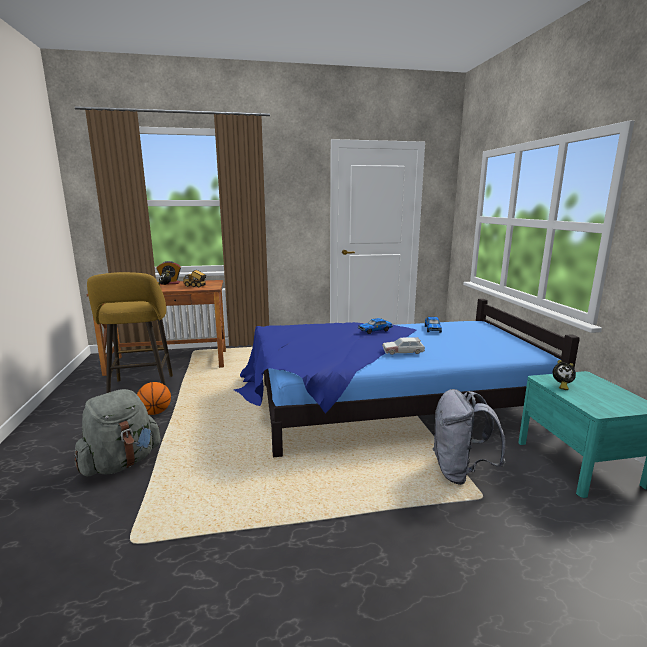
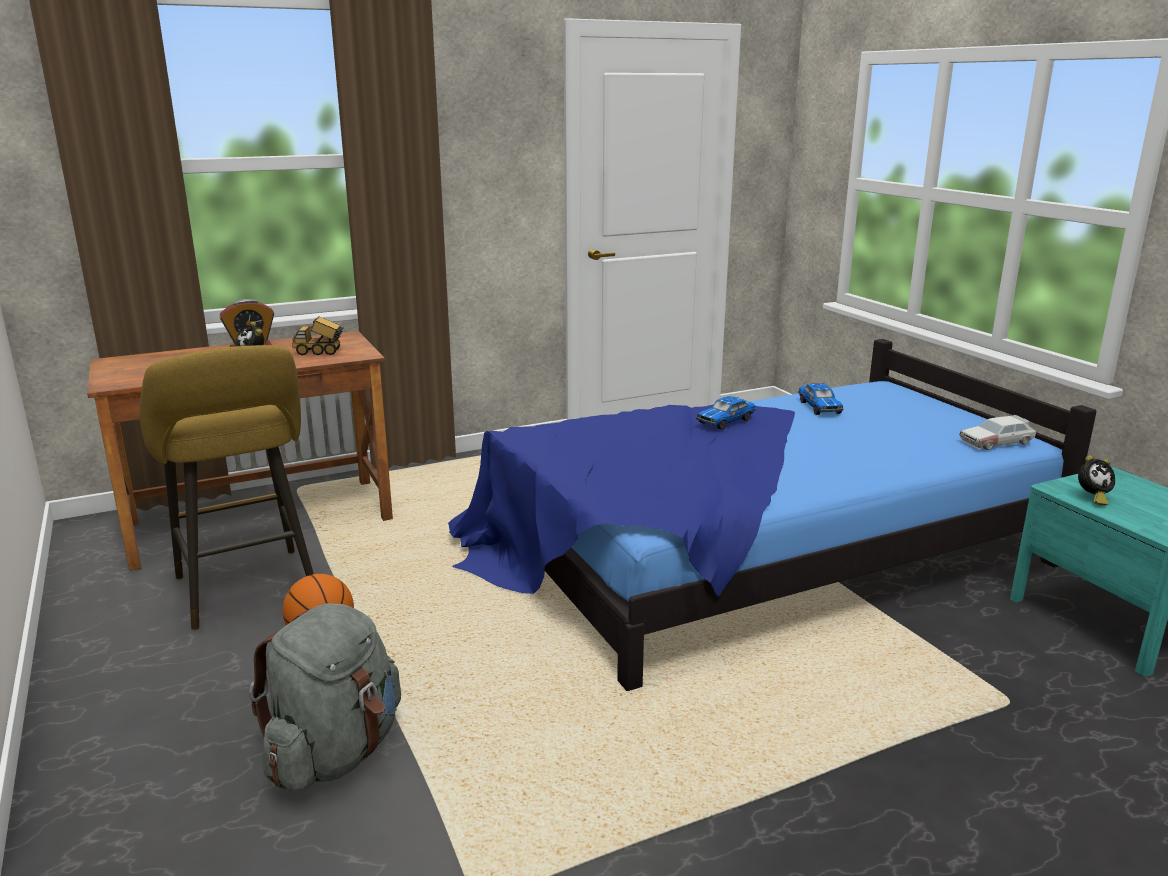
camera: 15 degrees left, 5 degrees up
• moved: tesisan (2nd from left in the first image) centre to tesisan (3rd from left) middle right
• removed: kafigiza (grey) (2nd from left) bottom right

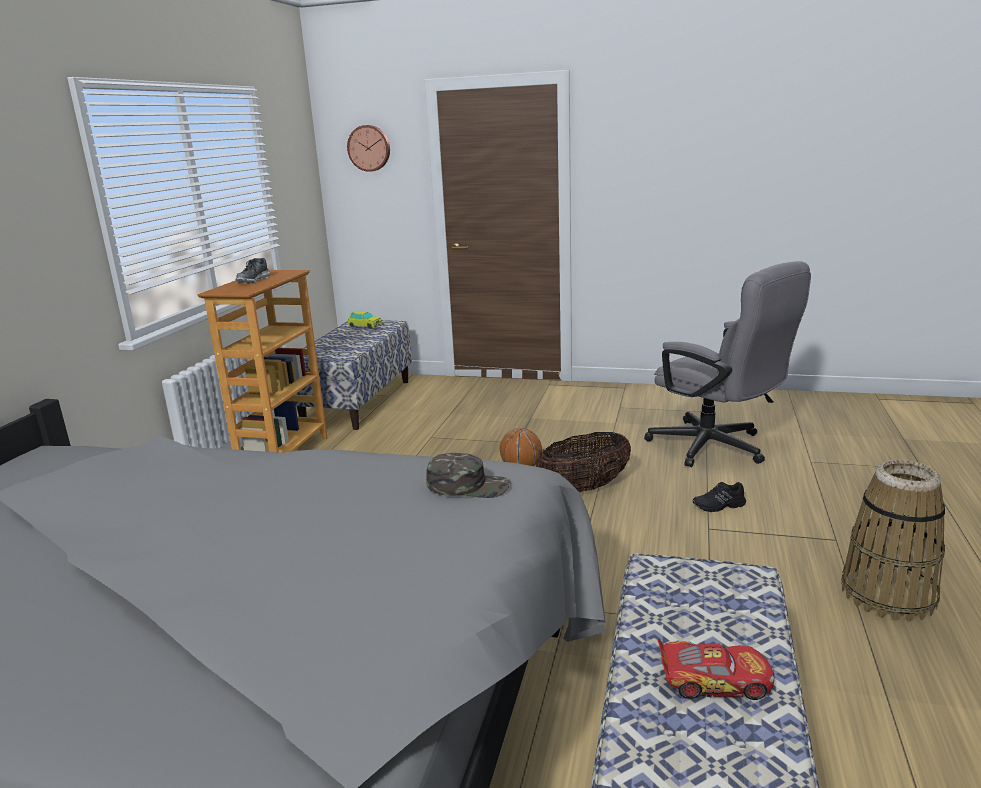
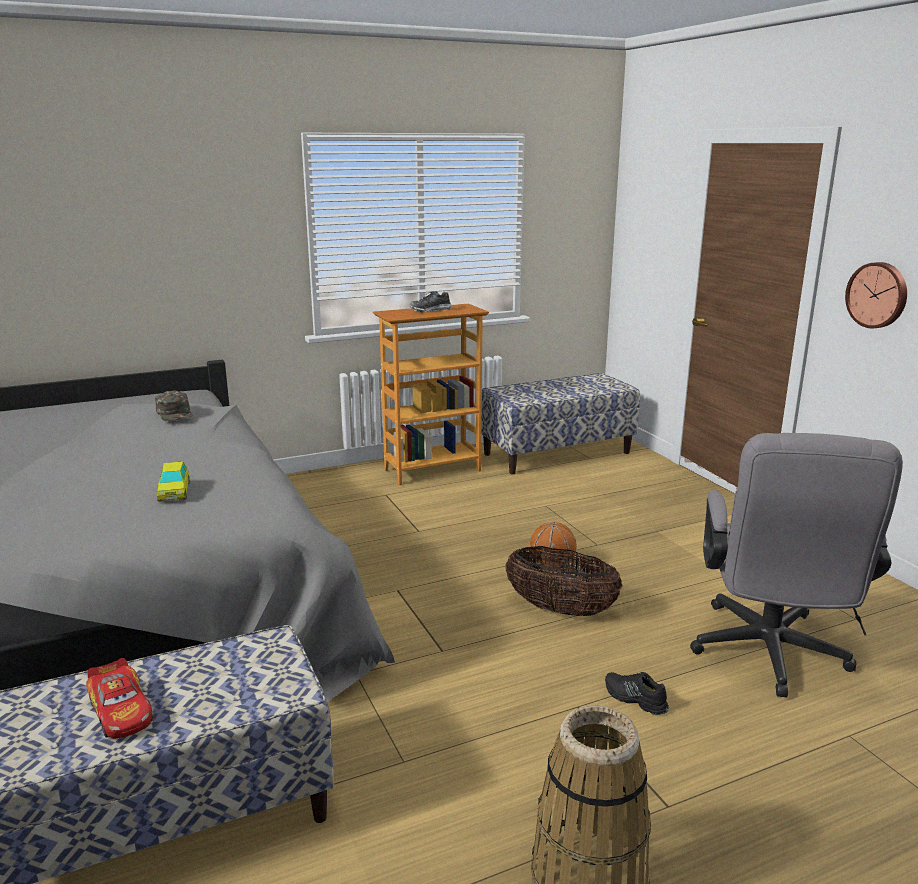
camera: 50 degrees right, 0 degrees up
• moved: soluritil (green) centre to middle left
• moved: tesisan (1st from left in the first image) centre to tesisan (2nd from left) middle left
• moved: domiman top centre to middle right

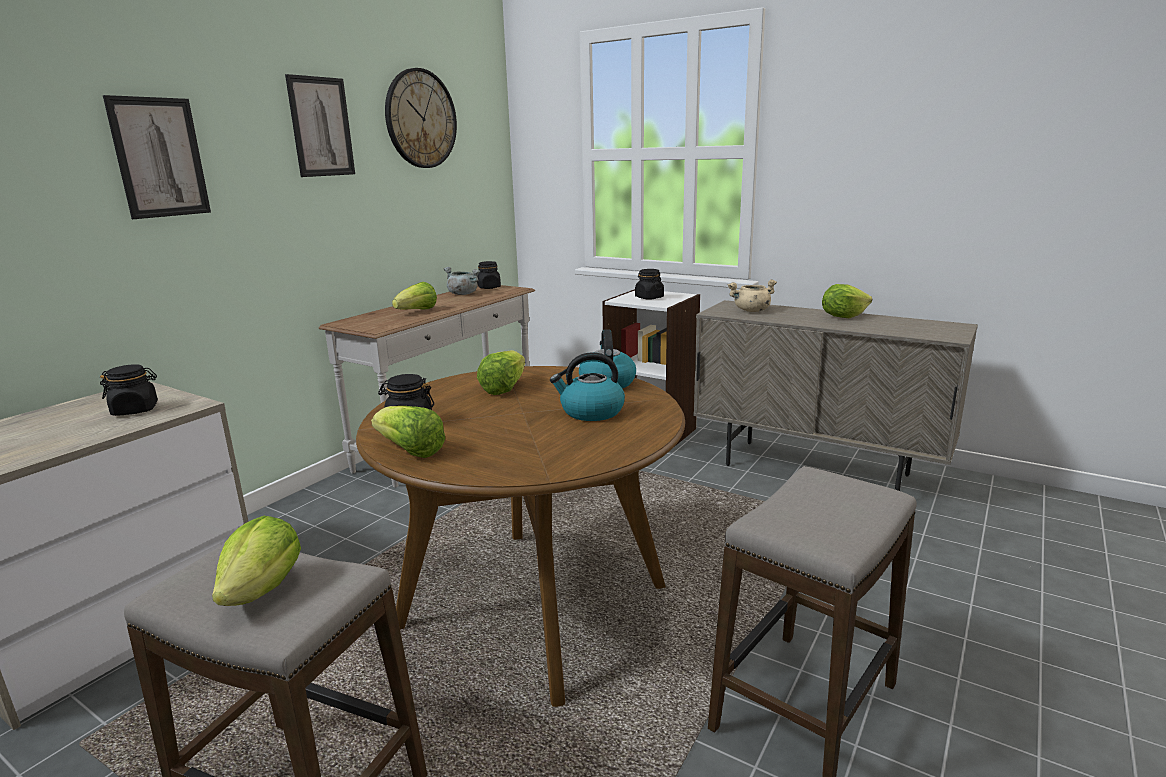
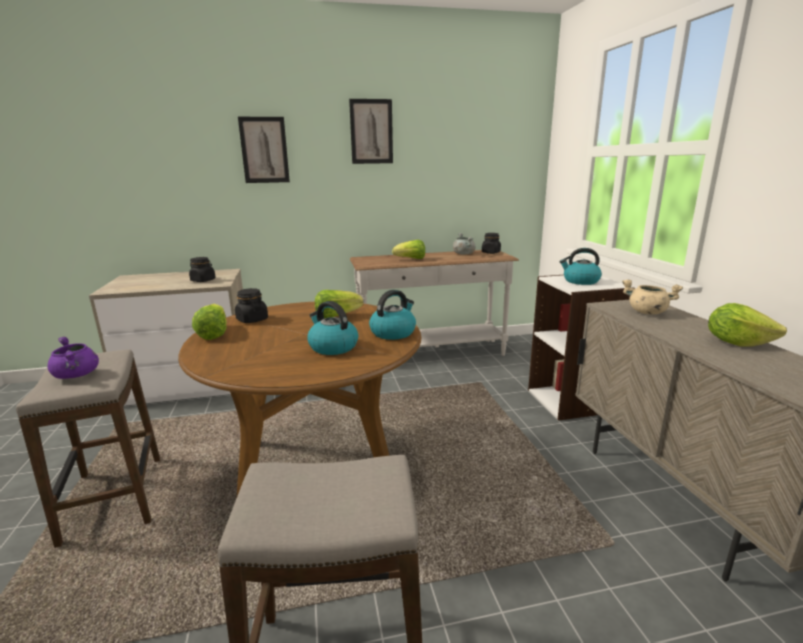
camera: 45 degrees right, 0 degrees up
• replaced: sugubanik (1st from left) bottom left to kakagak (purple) middle left
• replaced: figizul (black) (4th from left) centre to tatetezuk (3rd from left) middle right
• removed: domiman top centre

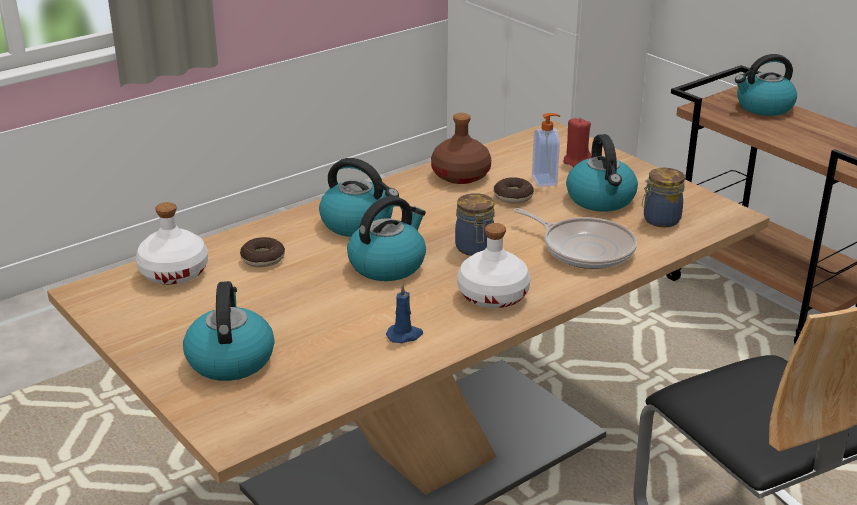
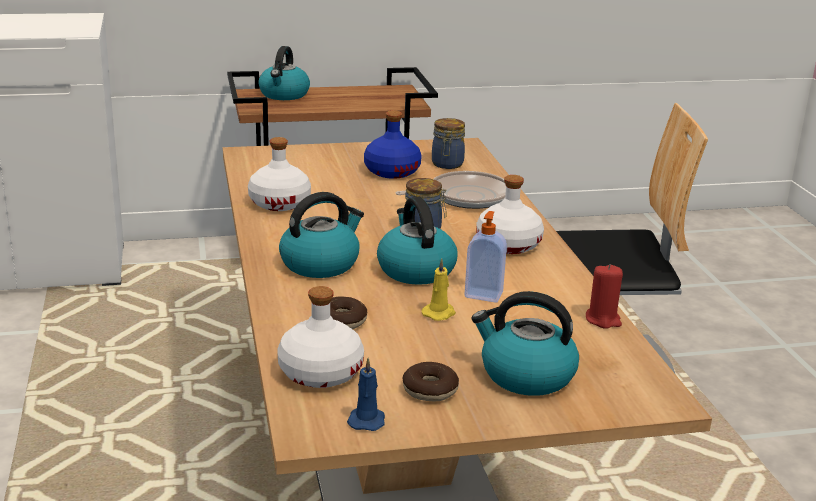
camera: 65 degrees left, 5 degrees down
• recoloured: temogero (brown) top centre to temogero (white) (1st from left) centre
• moved: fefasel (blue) centre to bottom centre
• replaced: tatetezuk (4th from left) middle right to temogero (blue) top centre
• moved: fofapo (2nd from left) centre to bottom centre
• added: fefasel (yellow) centre
• moved: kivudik top centre to centre
• moved: fefasel (red) top right to middle right

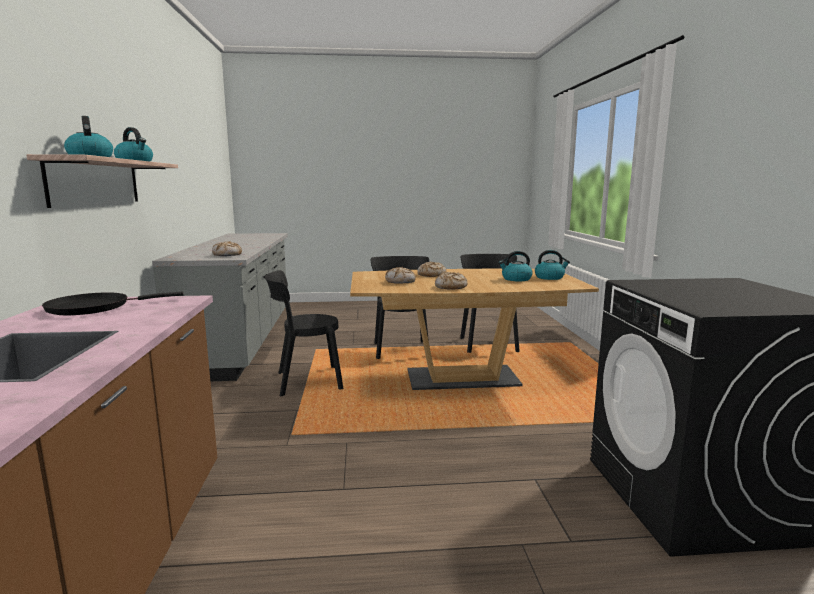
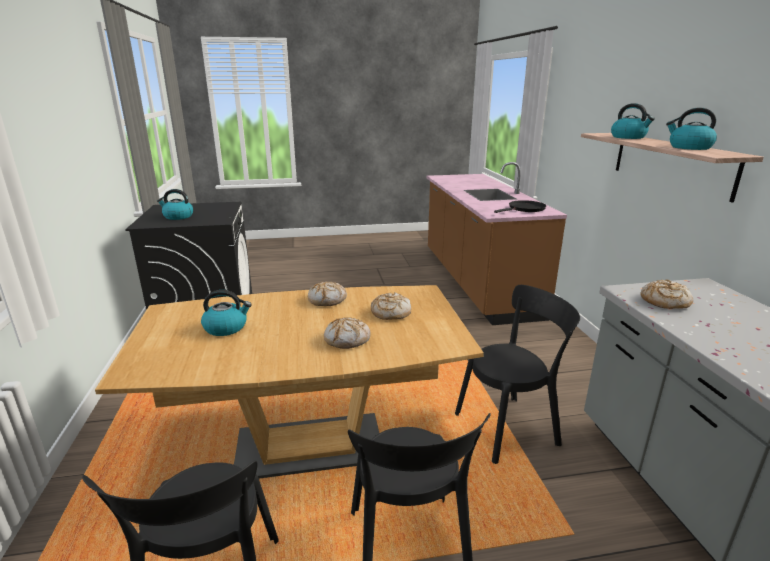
camera: 175 degrees right, 10 degrees up
• moved: tatetezuk (4th from left in the first image) middle right to tatetezuk (1st from left) middle left

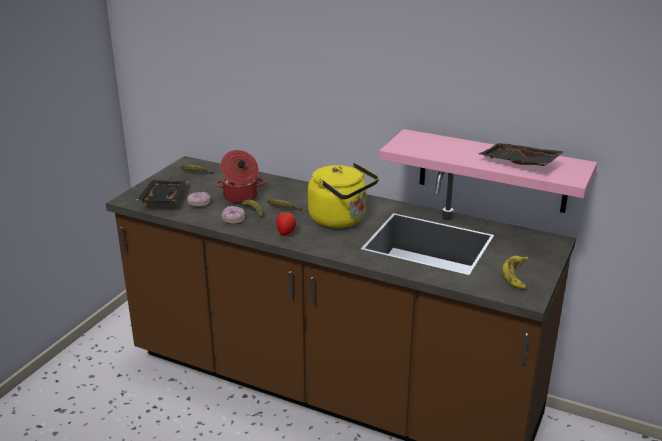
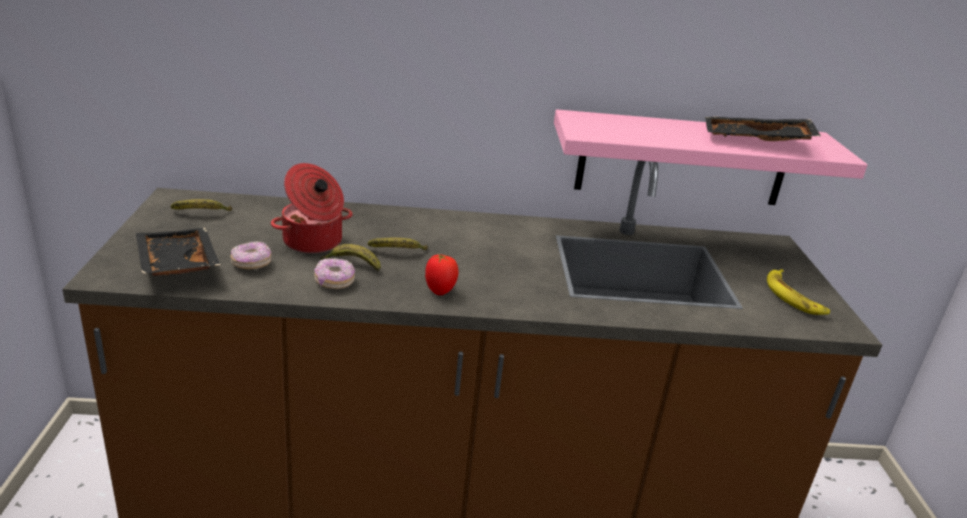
camera: 30 degrees left, 0 degrees up
• removed: tatetezuk (yellow) centre

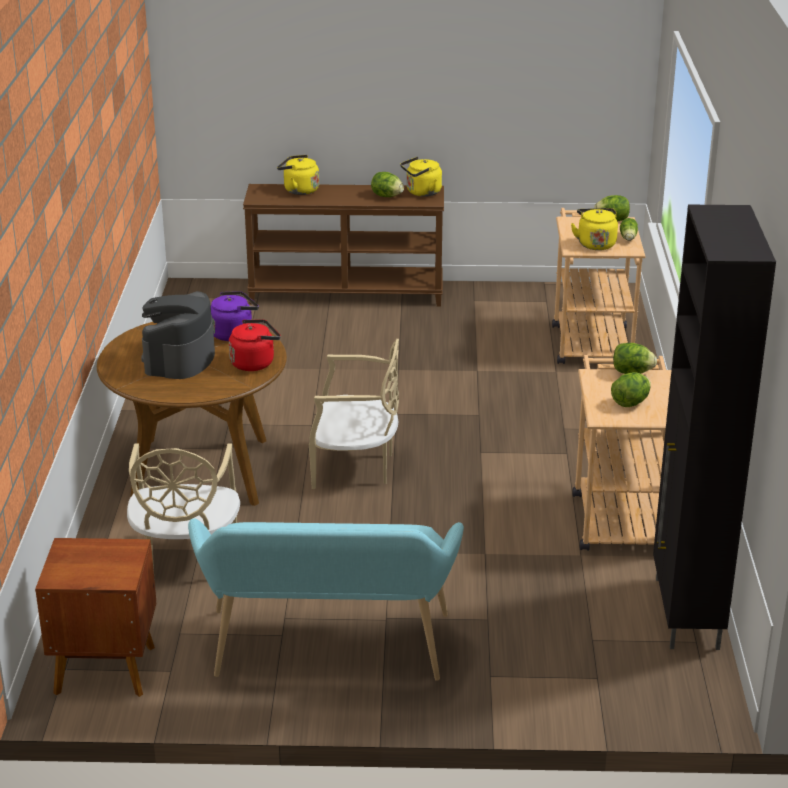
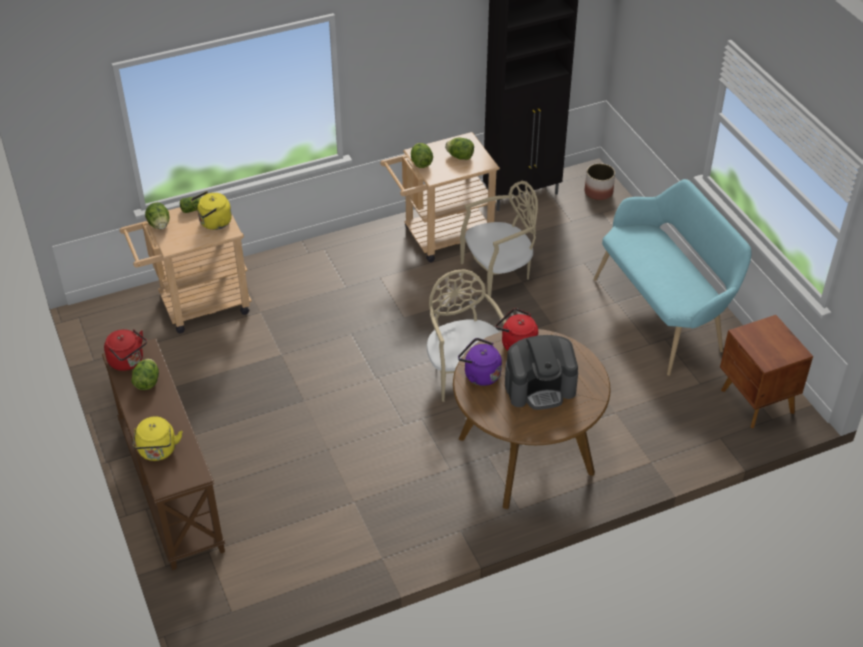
camera: 115 degrees left, 15 degrees up
• recoloured: tatetezuk (yellow) (2nd from left) top centre to tatetezuk (red) (1st from left) middle left
• moved: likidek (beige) (1st from left in the first image) middle left to likidek (beige) (2nd from left) centre
• added: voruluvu top right

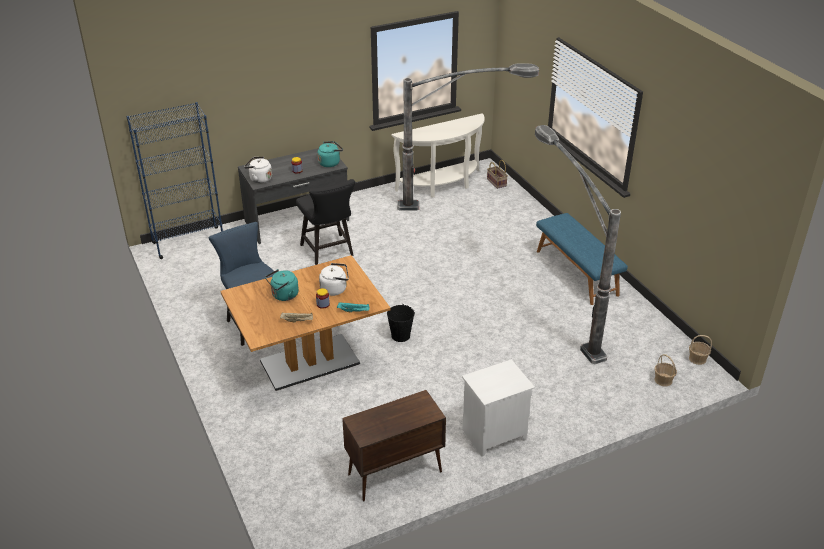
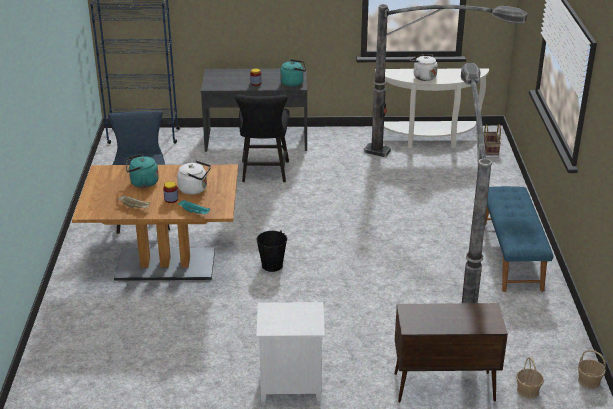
camera: 25 degrees right, 5 degrees down
• moved: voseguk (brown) bottom centre to bottom right
• moved: tatetezuk (white) (1st from left in the first image) top left to tatetezuk (white) (2nd from left) top right

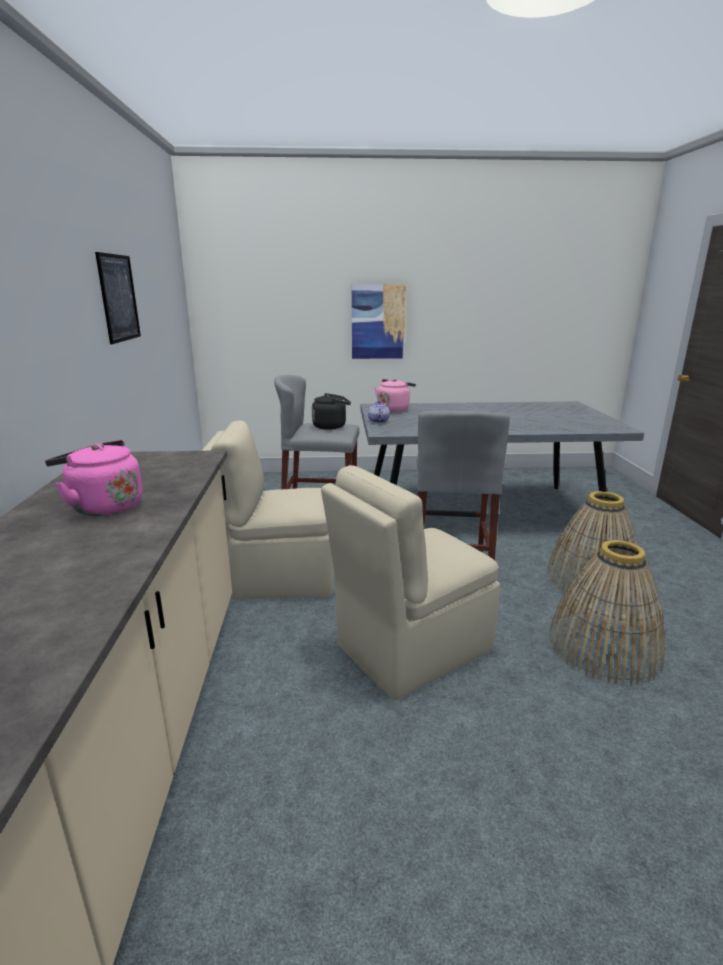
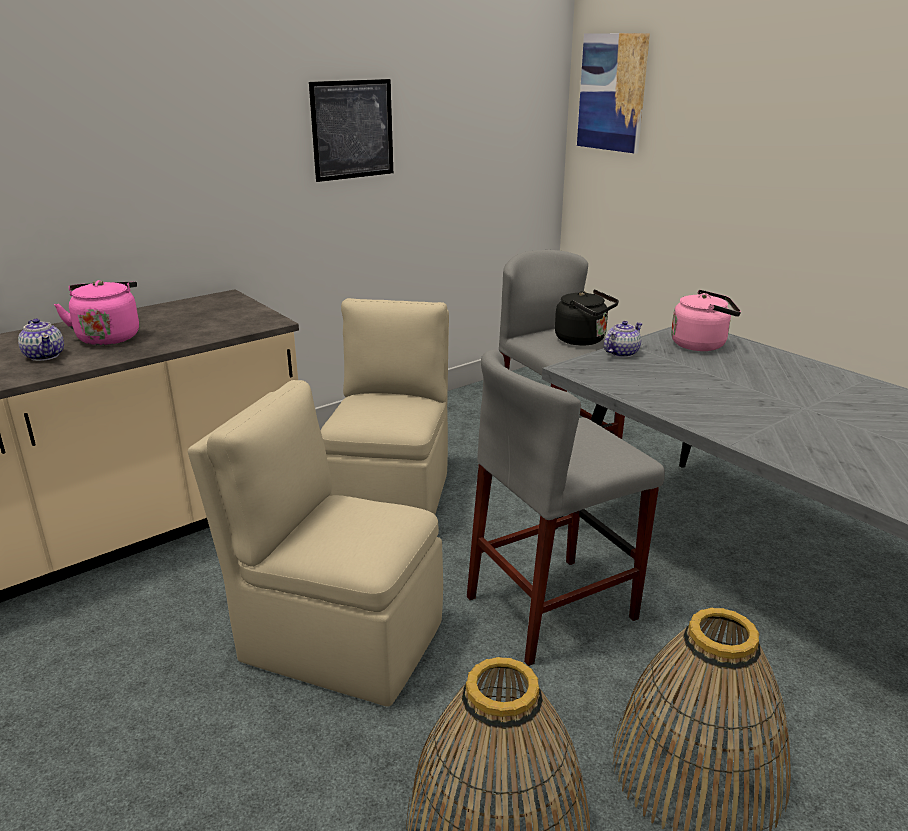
camera: 55 degrees right, 5 degrees up
• added: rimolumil (1st from left) middle left
• turned: likidek (beige) (1st from left in the first image) centre = centre 45 degrees clockwise
• moved: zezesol (2nd from left) top centre to top right

